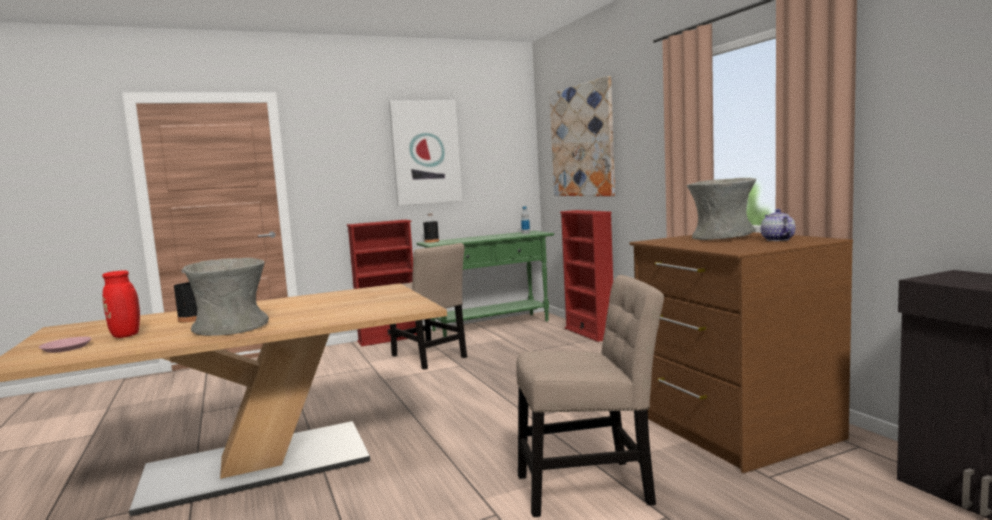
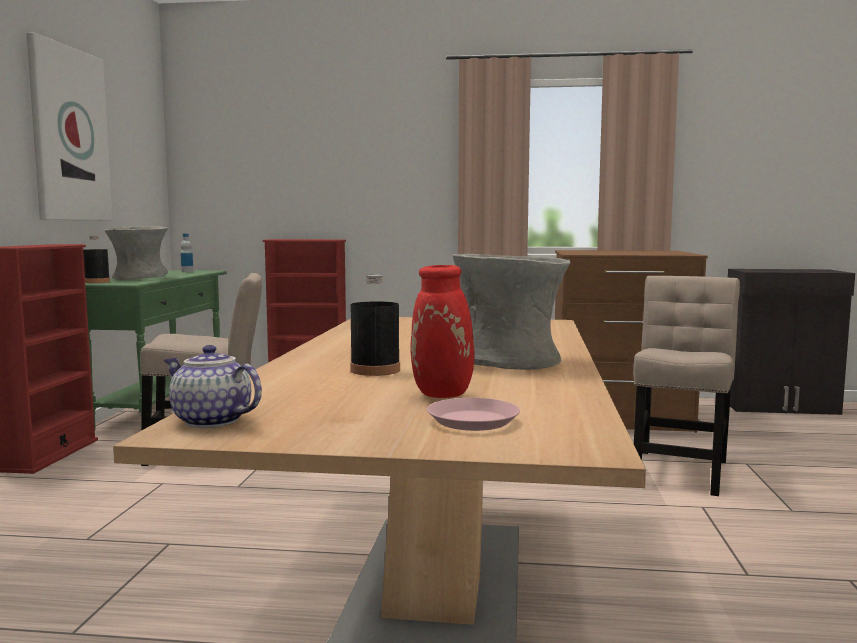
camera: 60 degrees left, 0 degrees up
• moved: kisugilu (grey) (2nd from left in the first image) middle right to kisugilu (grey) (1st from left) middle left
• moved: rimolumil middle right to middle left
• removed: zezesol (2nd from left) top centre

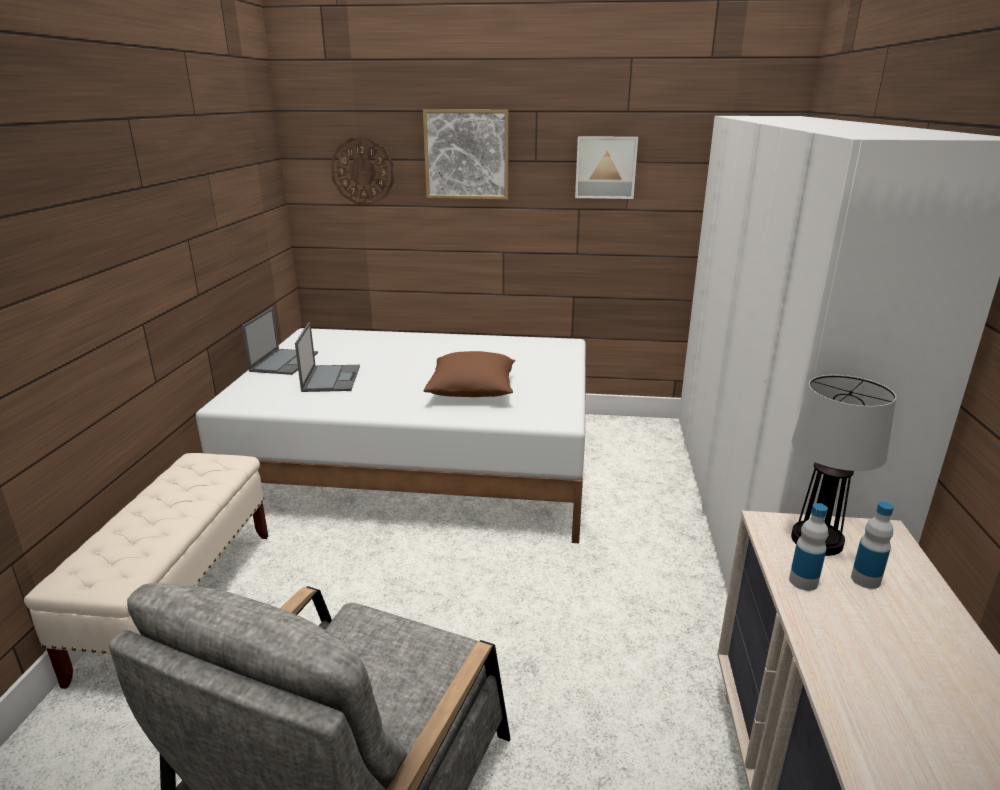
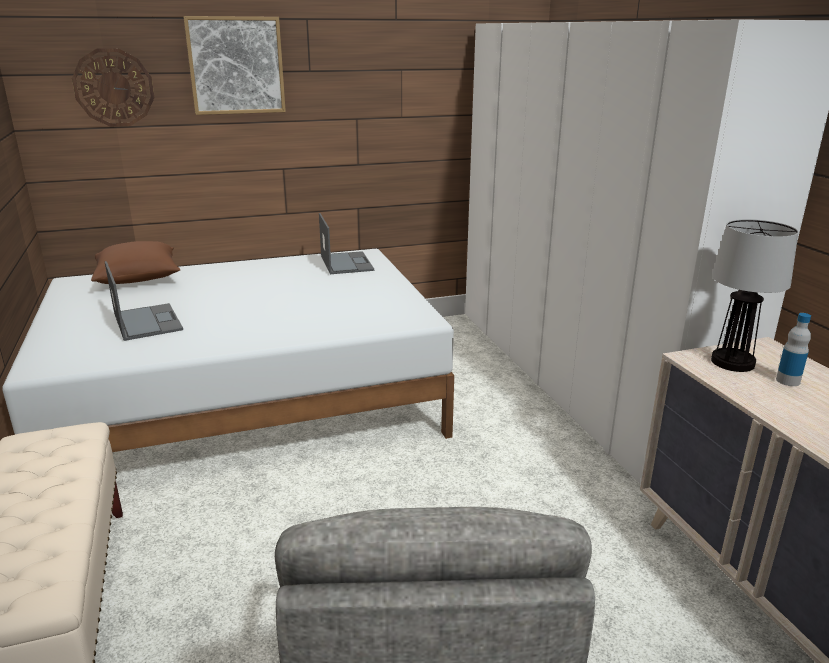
camera: 25 degrees left, 0 degrees up
• moved: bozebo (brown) centre to middle left
• moved: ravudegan (1st from left in the first image) middle left to ravudegan (2nd from left) centre
• removed: zezesol (2nd from left) top centre
• removed: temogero (1st from left) bottom right

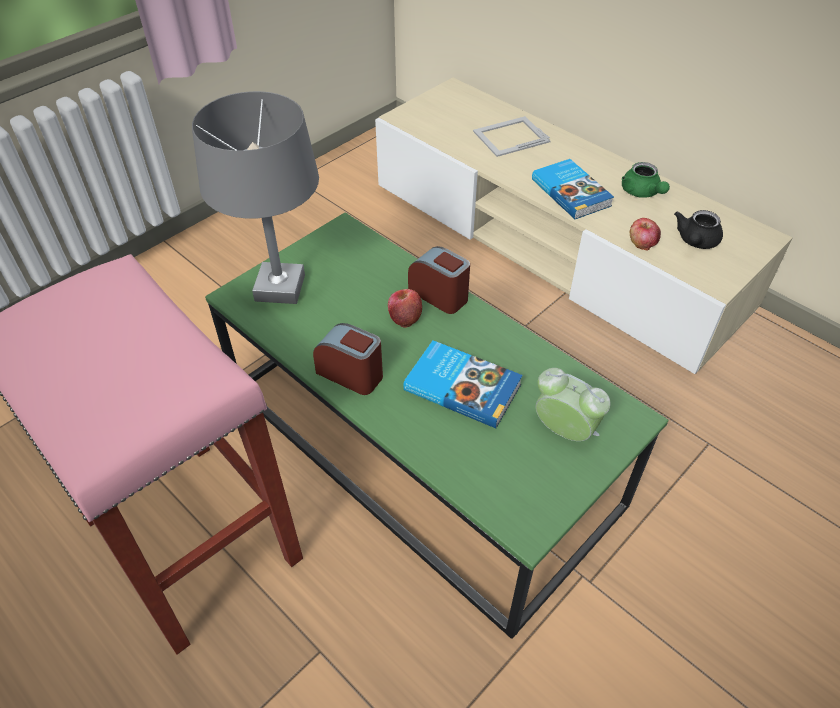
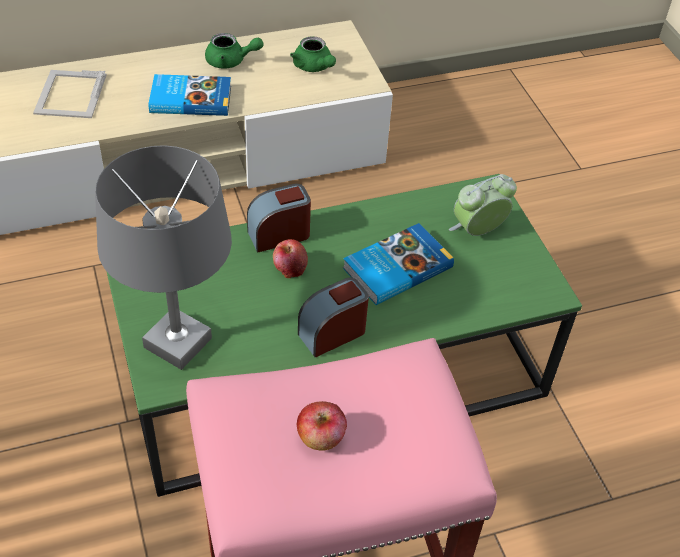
camera: 65 degrees left, 0 degrees up
• recoloured: rimolumil (black) top right to rimolumil (green) (2nd from left) top centre
• moved: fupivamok (2nd from left) top right to bottom centre

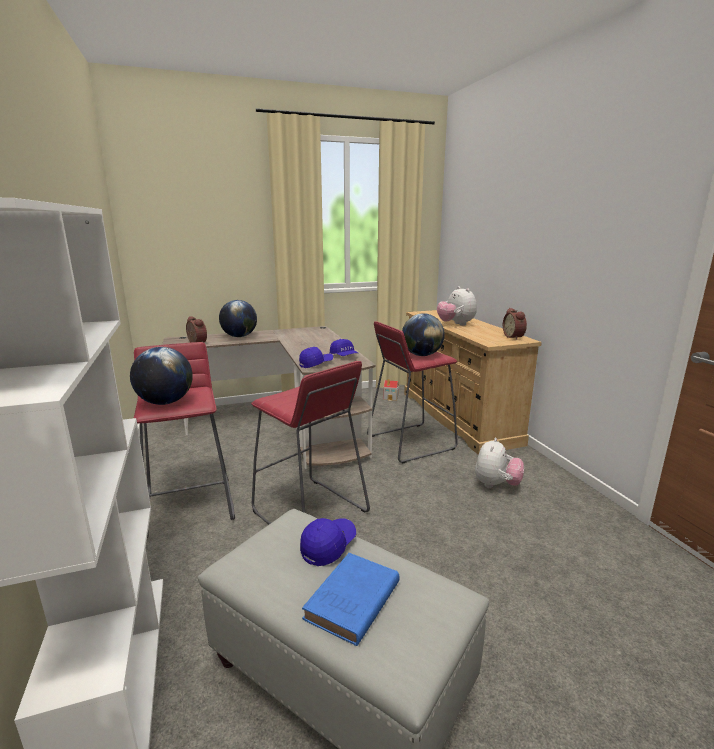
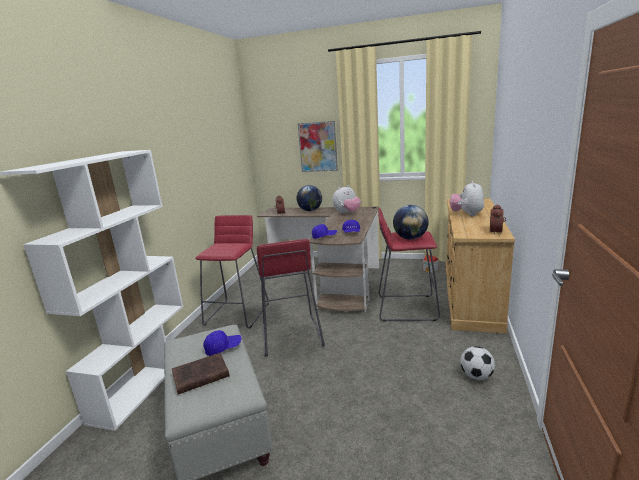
camera: 35 degrees right, 0 degrees up
• recoloured: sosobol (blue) bottom centre to sosobol (brown) bottom left
• added: zezesol top centre
• moved: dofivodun (2nd from left in the first image) middle right to dofivodun (1st from left) centre
• added: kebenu bottom right
• removed: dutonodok (1st from left) middle left

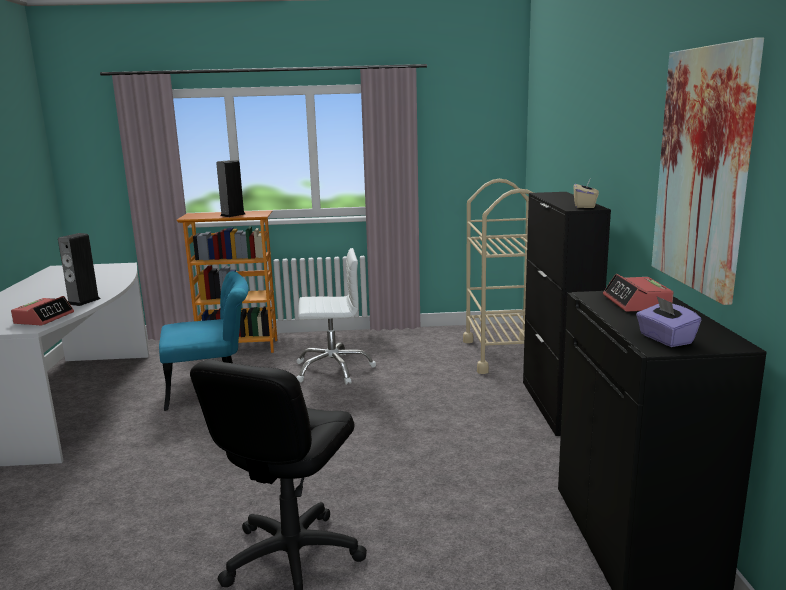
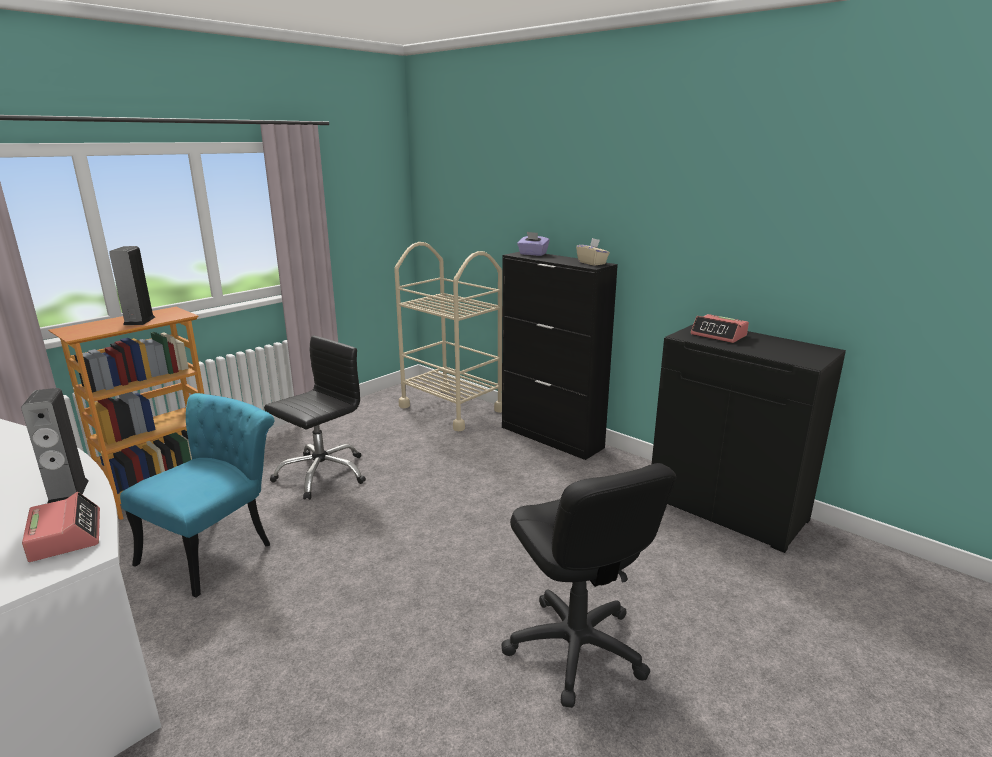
camera: 45 degrees left, 5 degrees up
• recoloured: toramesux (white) centre to toramesux (black) (1st from left) middle left
• moved: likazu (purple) middle right to top centre
• removed: zezesol top right

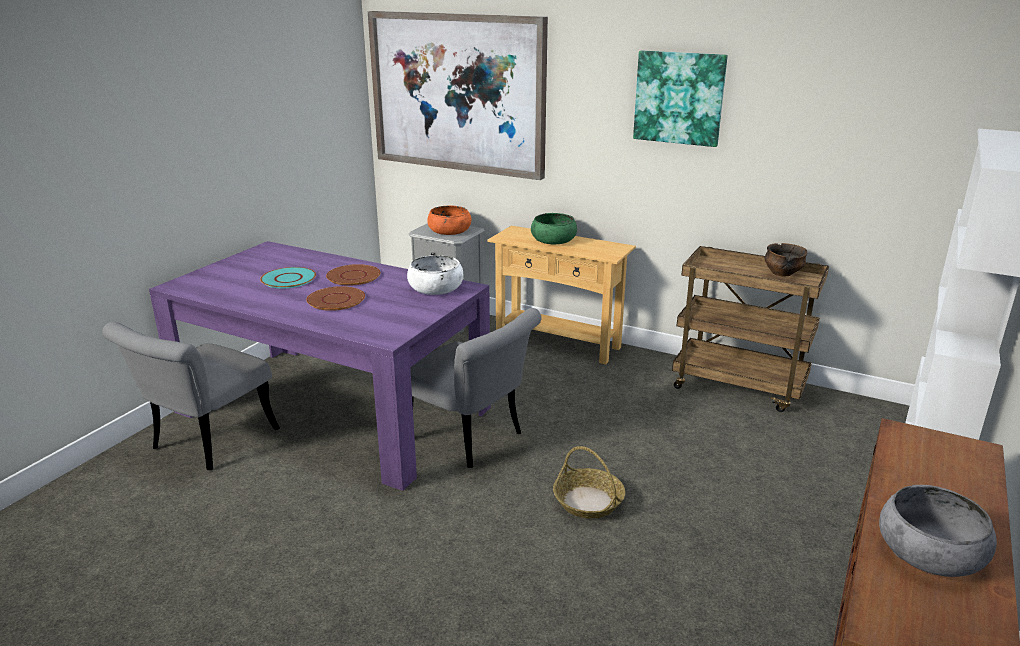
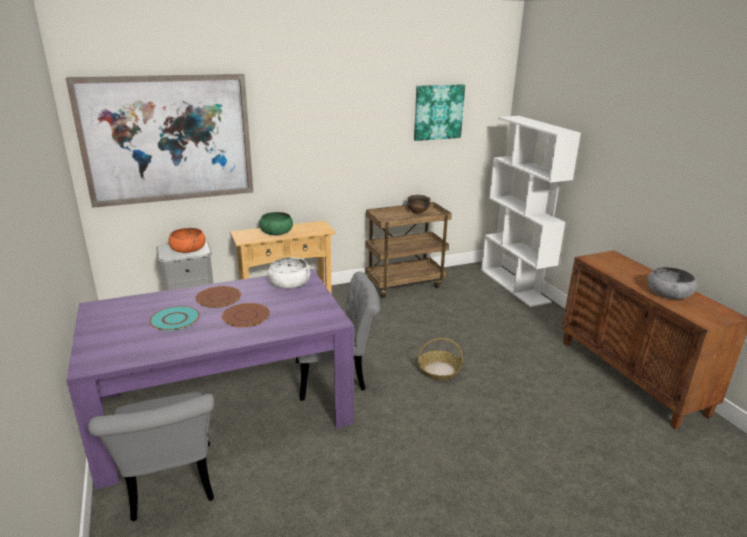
camera: 50 degrees left, 0 degrees up
• moved: zezesol (2nd from left) top right to top centre

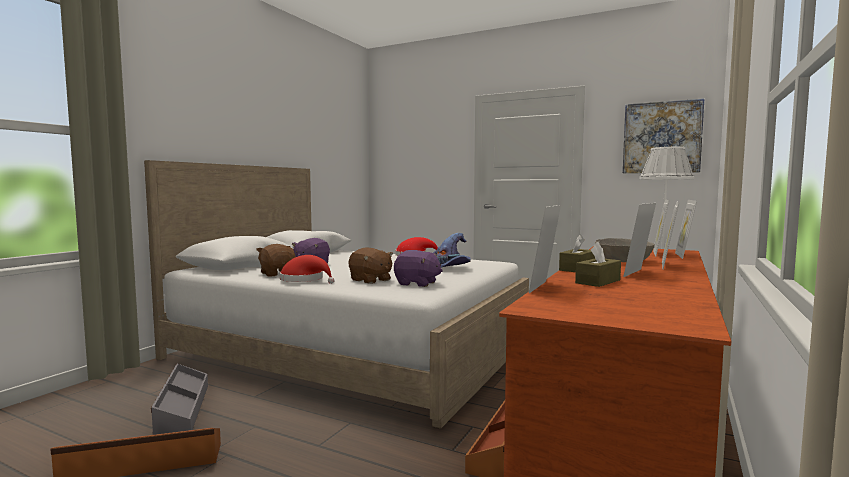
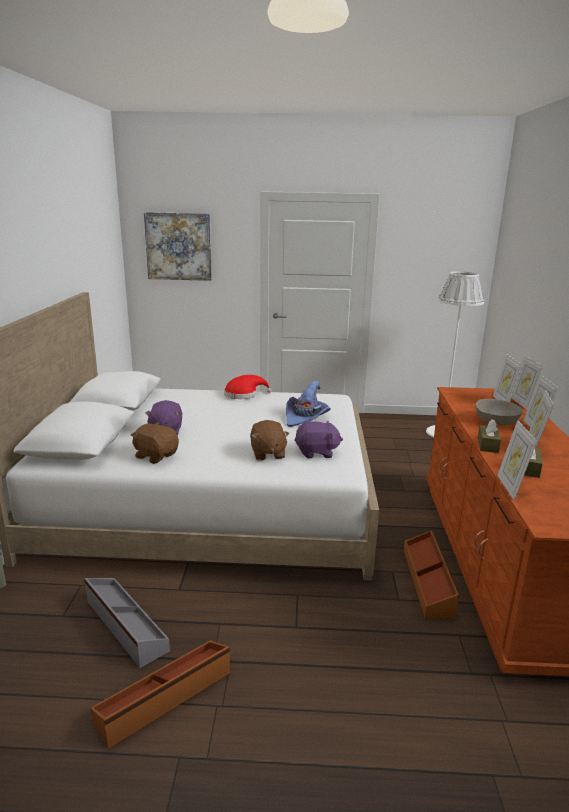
camera: 25 degrees left, 15 degrees up
• moved: zezesol top right to top left
• turned: dofivodun (brown) (2nd from left) centre = centre 60 degrees clockwise
• removed: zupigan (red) (1st from left) centre

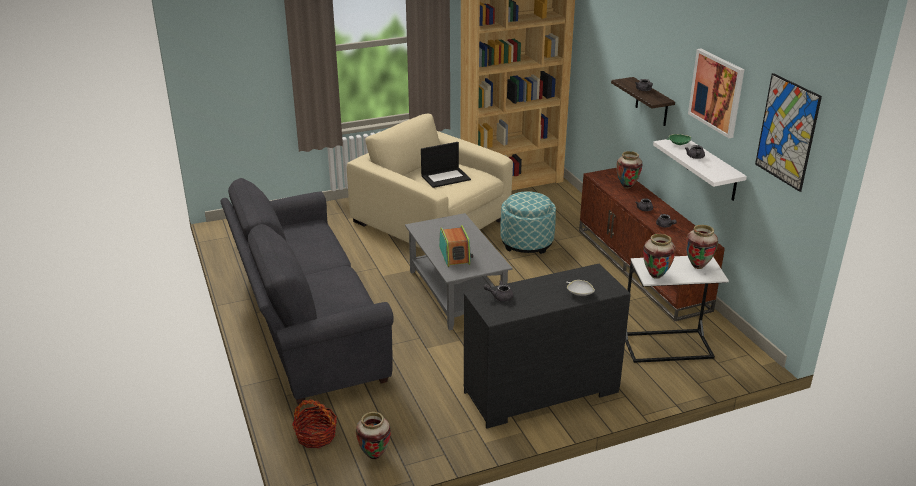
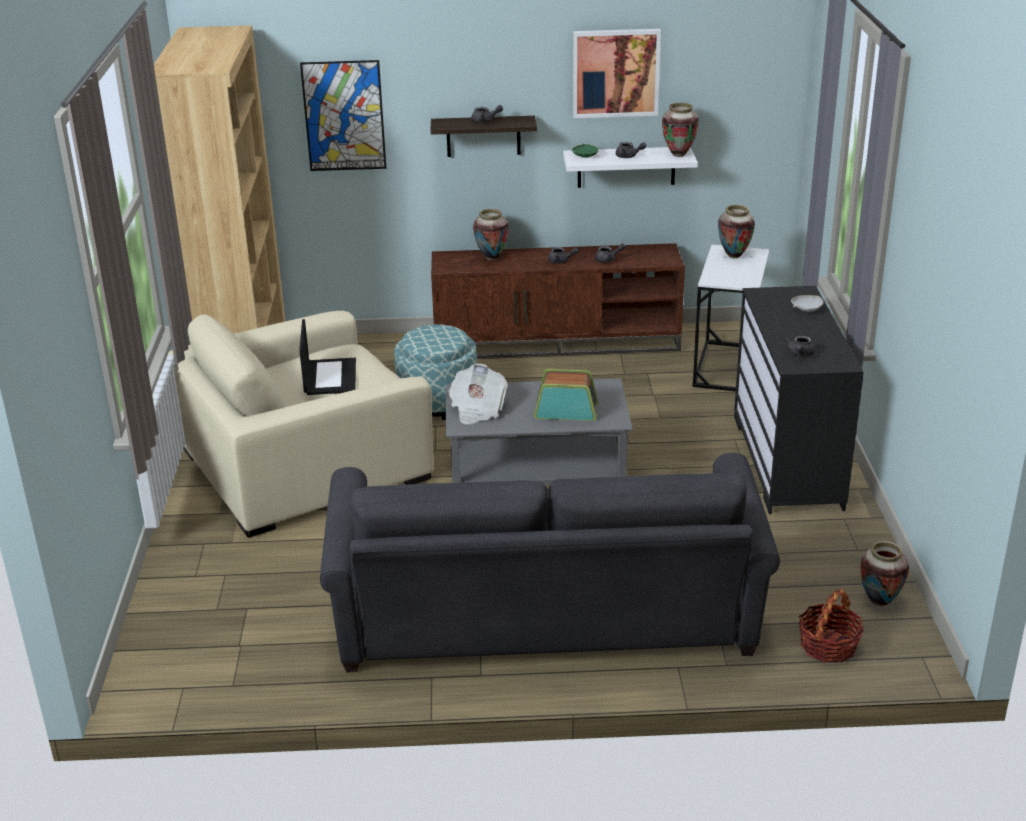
camera: 70 degrees left, 0 degrees up
• moved: zezesol (2nd from left in the first image) top right to zezesol (1st from left) top centre
• added: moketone centre
• moved: kisugilu (3rd from left in the first image) middle right to kisugilu (2nd from left) top centre

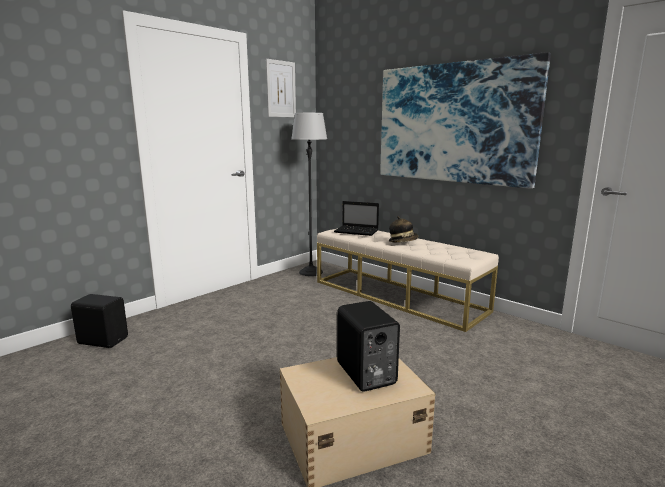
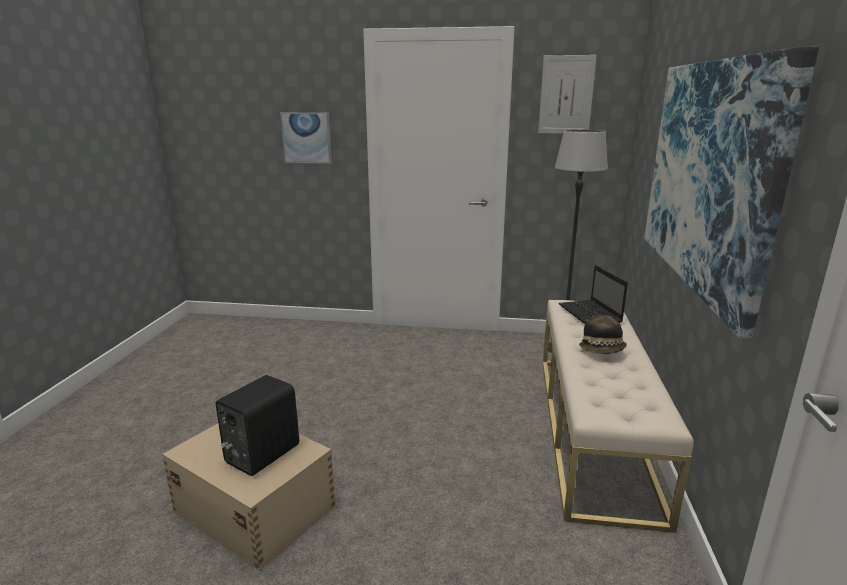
camera: 55 degrees right, 5 degrees up
• added: zezesol (1st from left) top centre
• removed: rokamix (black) (1st from left) middle left

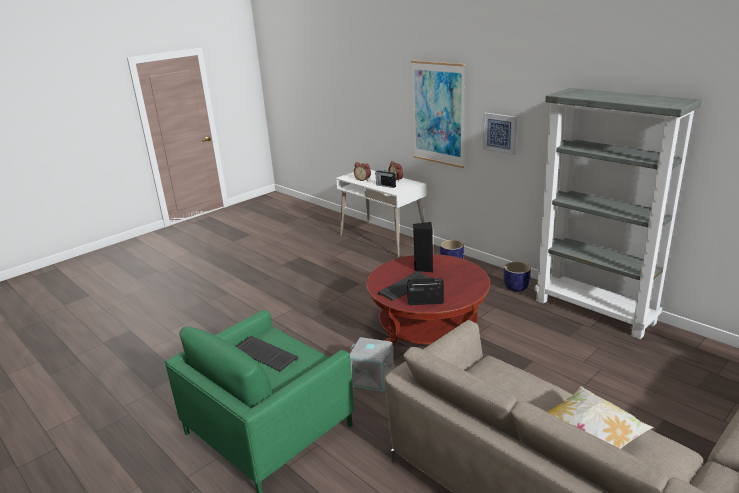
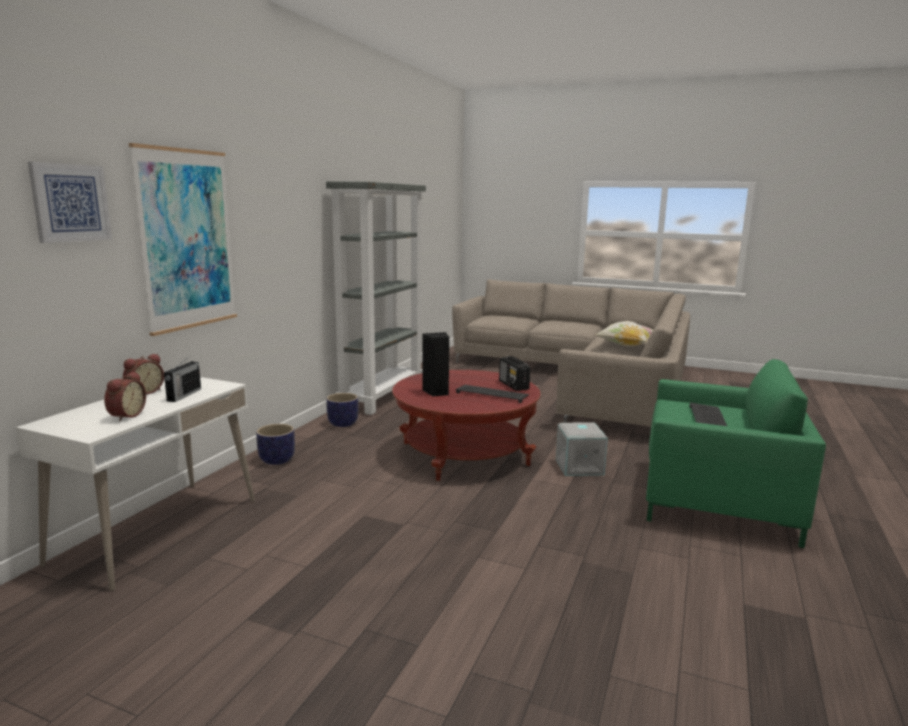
camera: 115 degrees left, 10 degrees down
• moved: zezesol (2nd from left in the first image) top right to zezesol (1st from left) top left

